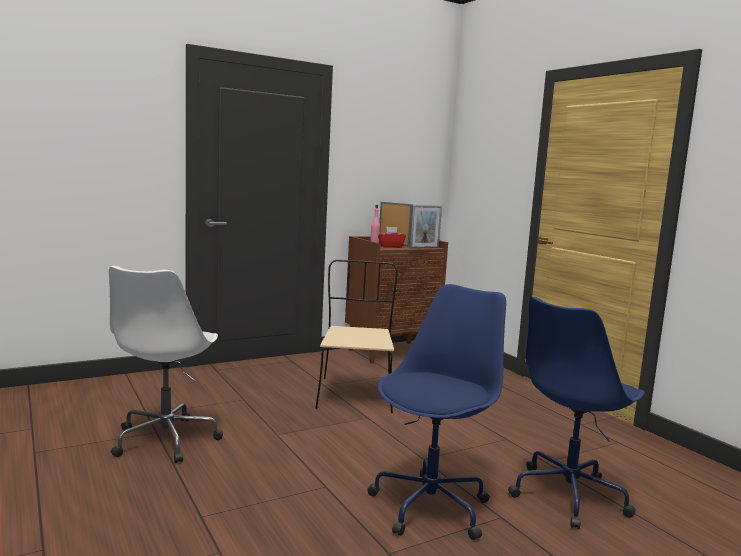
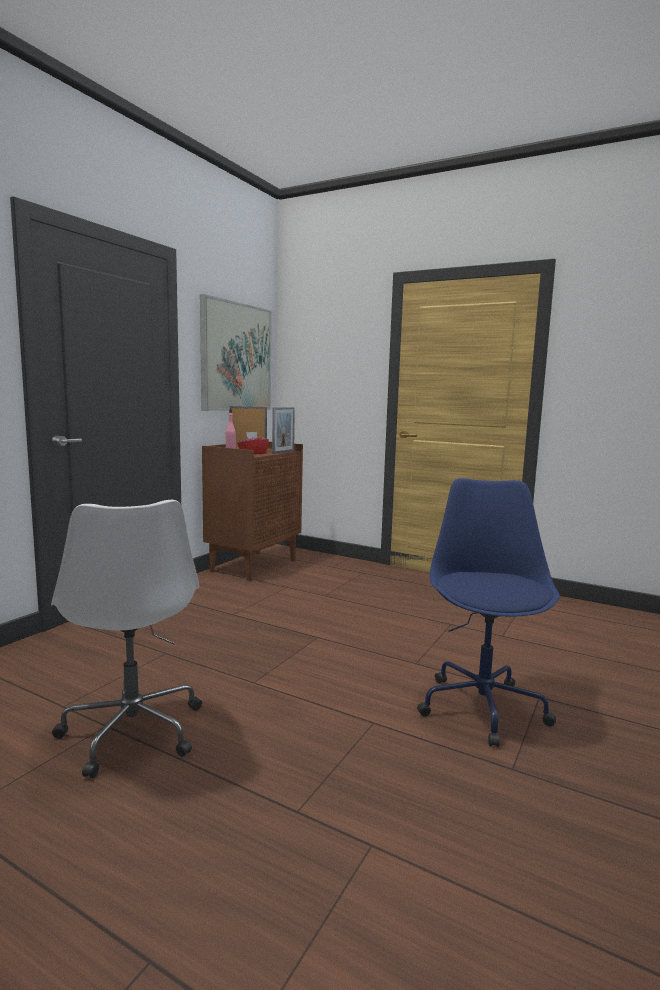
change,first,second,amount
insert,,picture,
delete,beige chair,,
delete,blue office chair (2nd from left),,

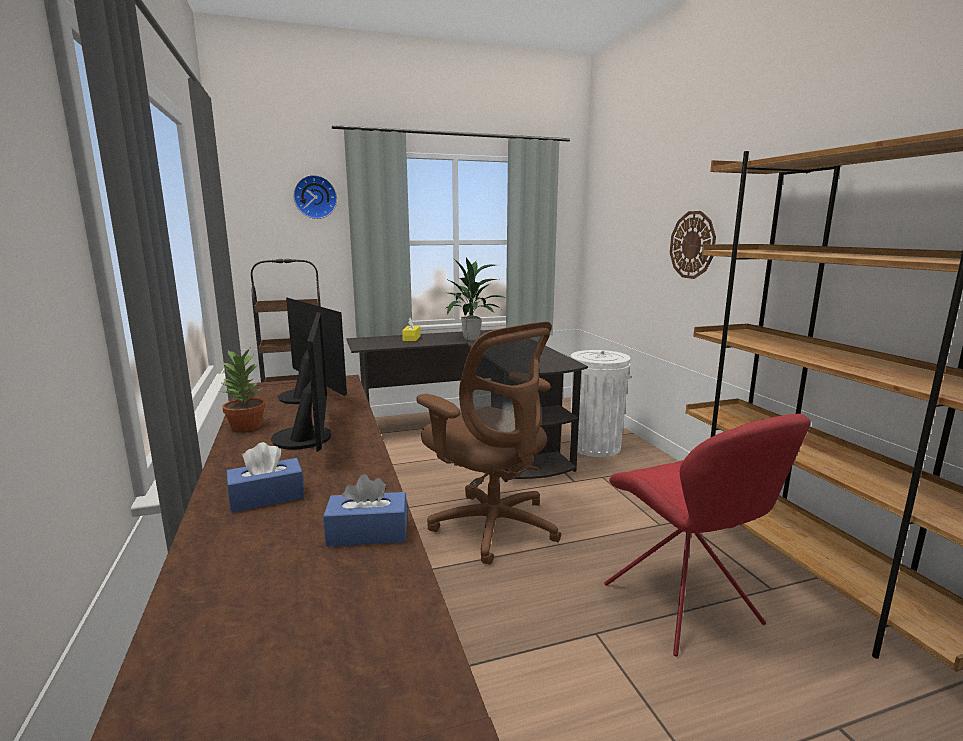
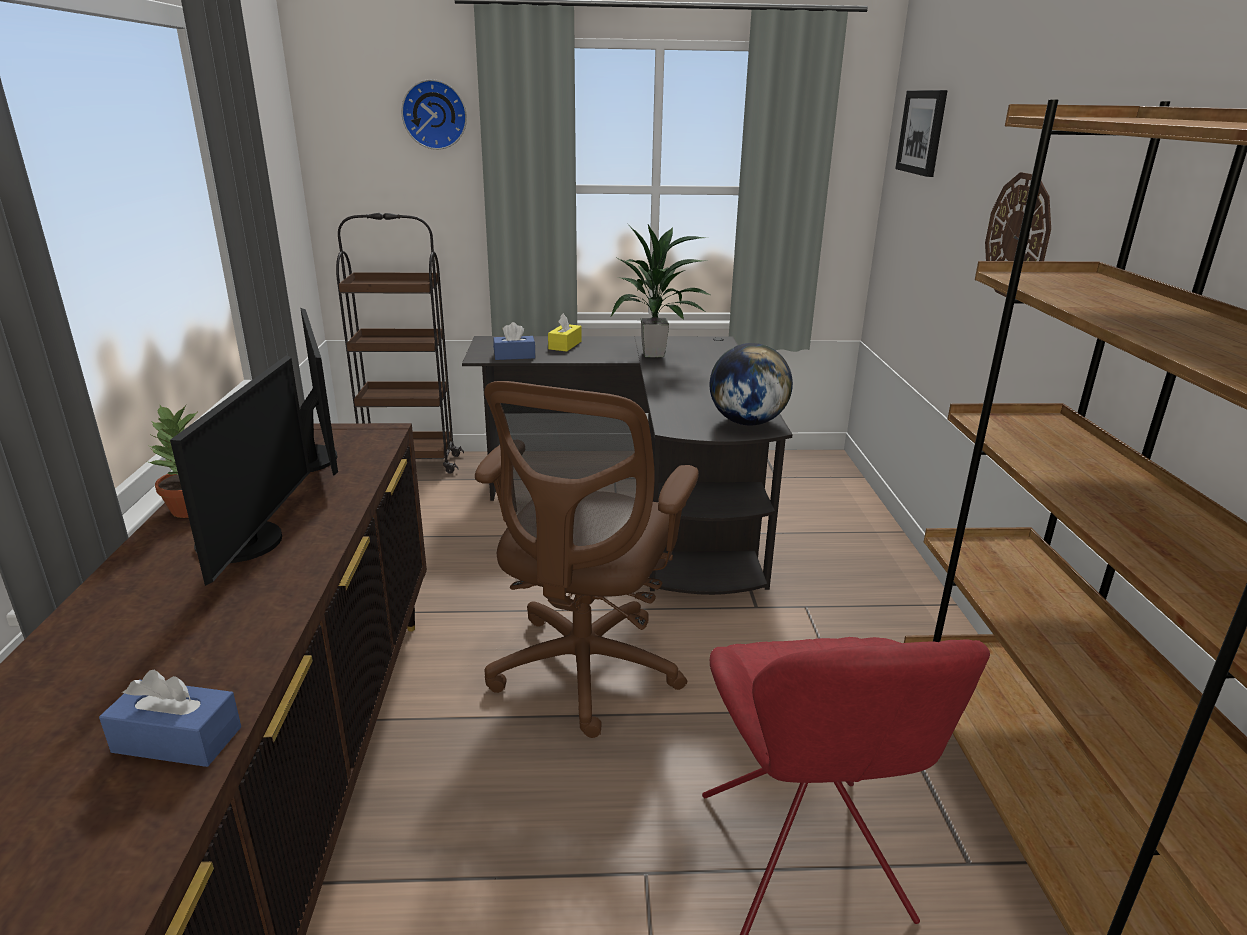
change,first,second,amount
rotate,brown office chair,,45 degrees clockwise
move,blue tissue box (1st from left in the first image),blue tissue box (2nd from left),
insert,,globe,
insert,,picture,
delete,white trash can,,

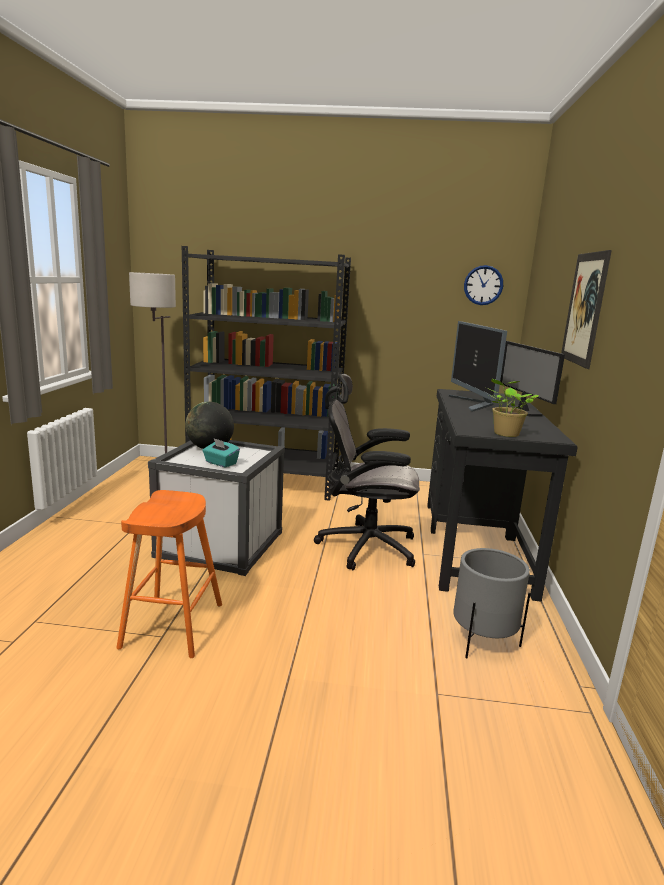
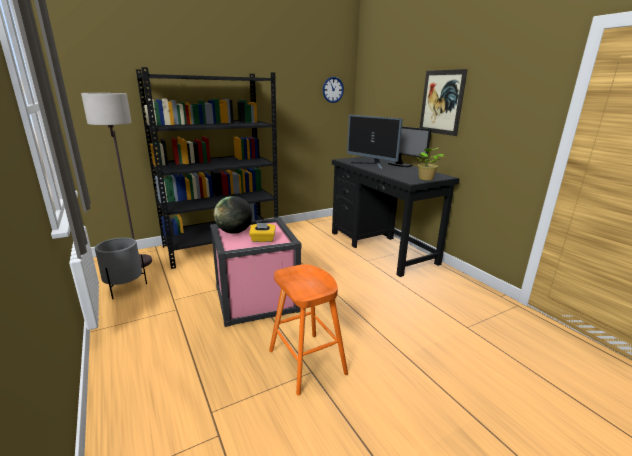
change,first,second,amount
move,grey planter,,
recolor,white storage box,pink storage box,
recolor,turquoise tissue box,yellow tissue box,
delete,office chair,,

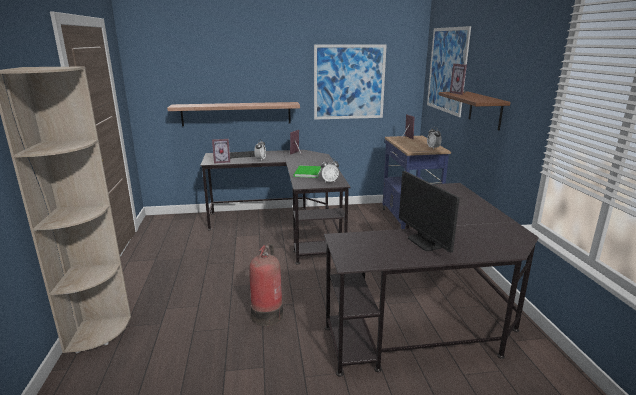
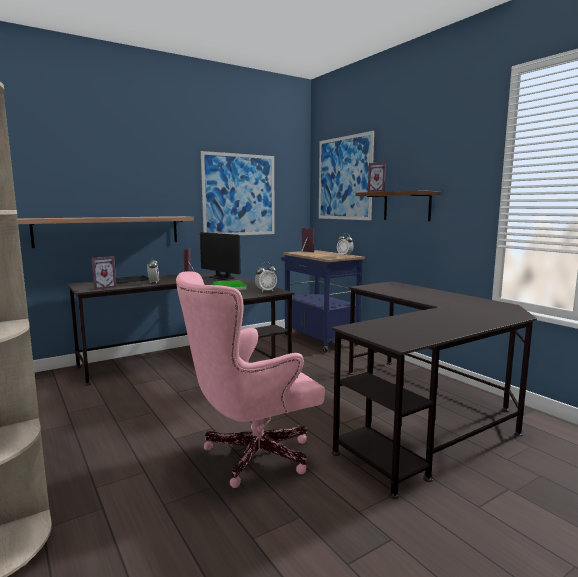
change,first,second,amount
replace,fire extinguisher,pink office chair,
move,monitor,,

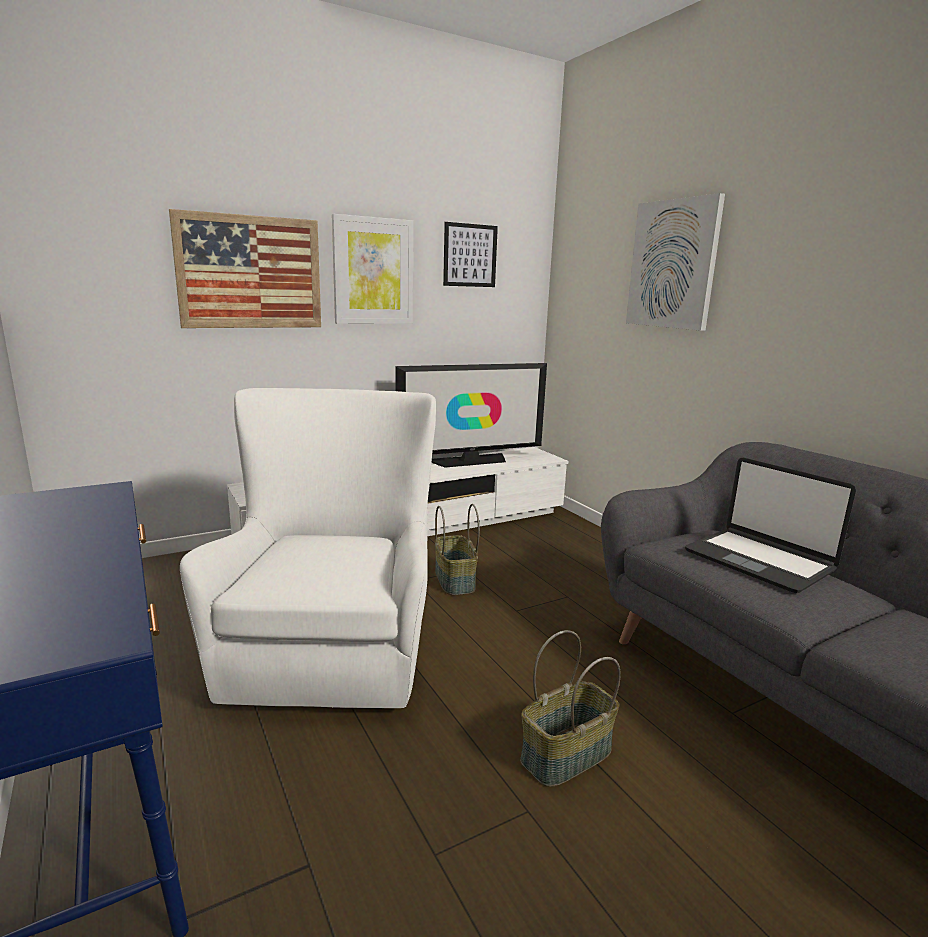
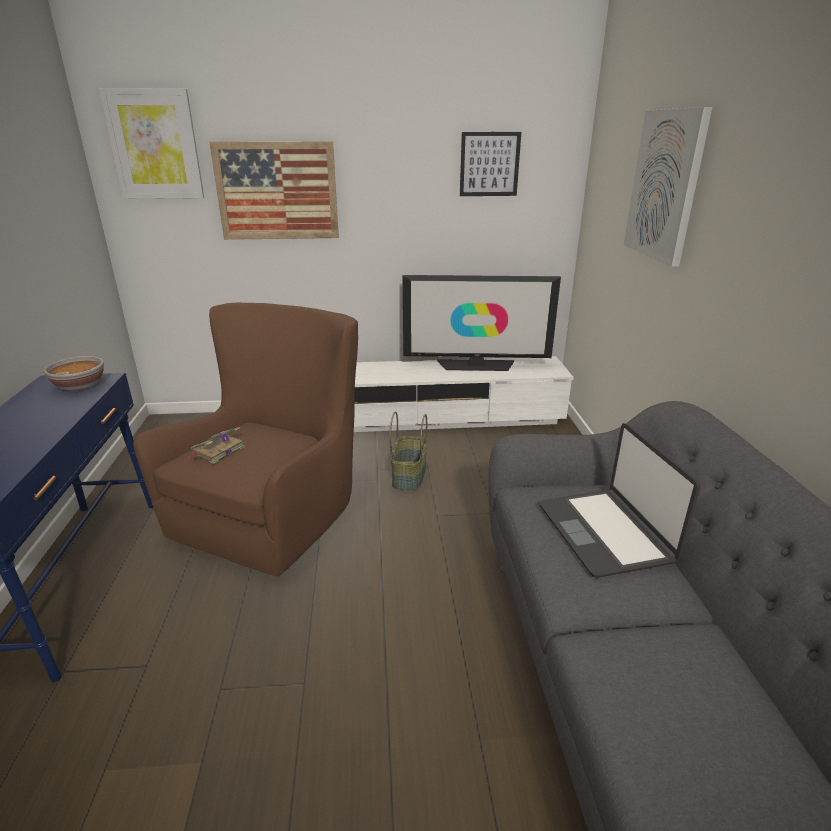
change,first,second,amount
insert,,bowl,
move,picture (2nd from left in the first image),picture (1st from left),
recolor,white armchair,brown armchair,
insert,,book,
delete,basket (2nd from left),,

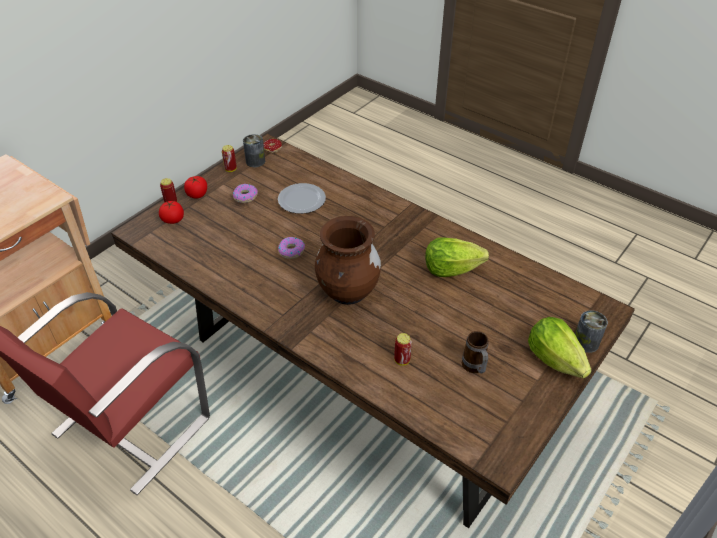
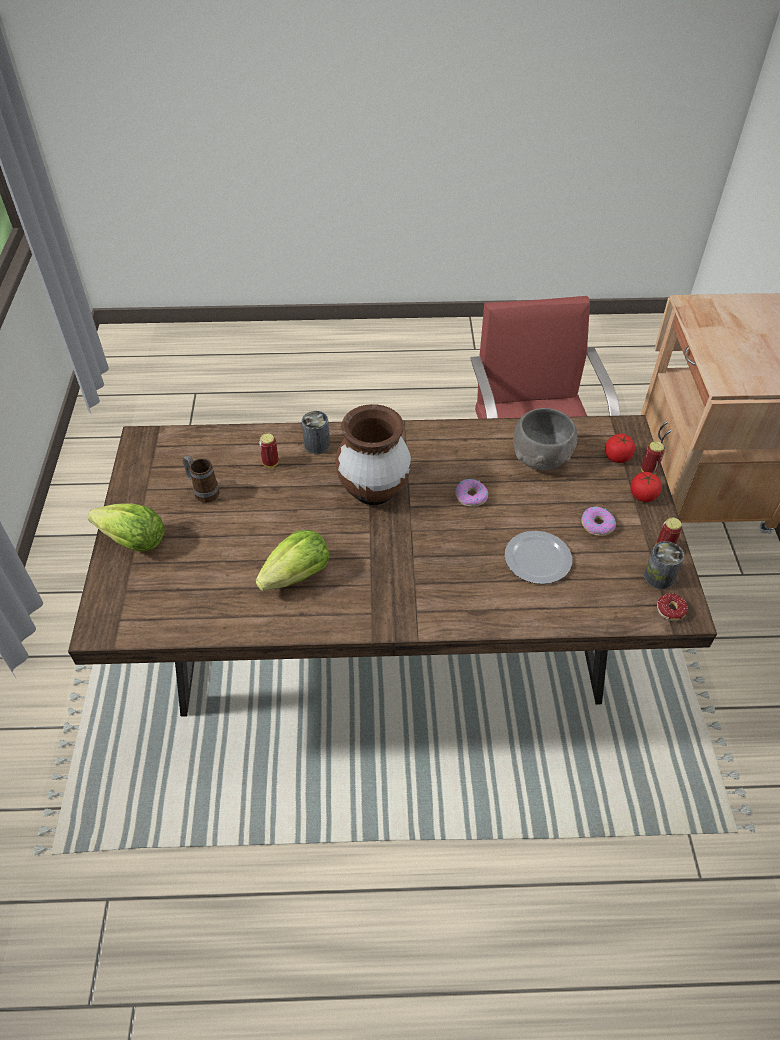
change,first,second,amount
move,can (5th from left in the first image),can (2nd from left),
insert,,grey bowl,

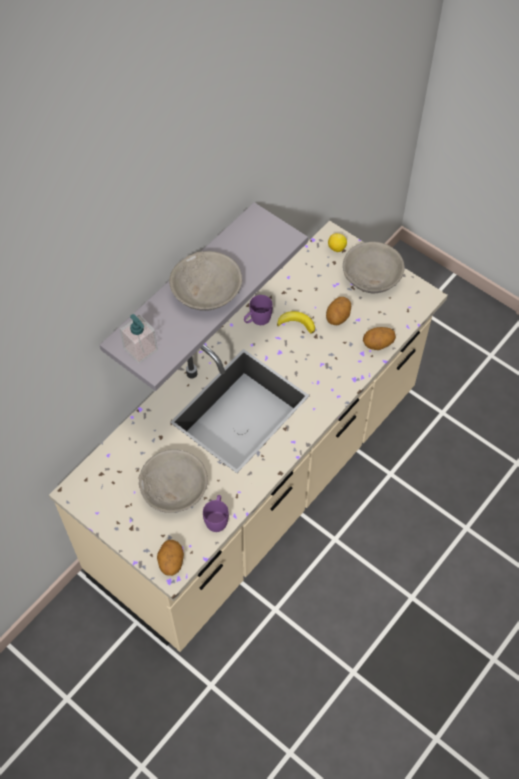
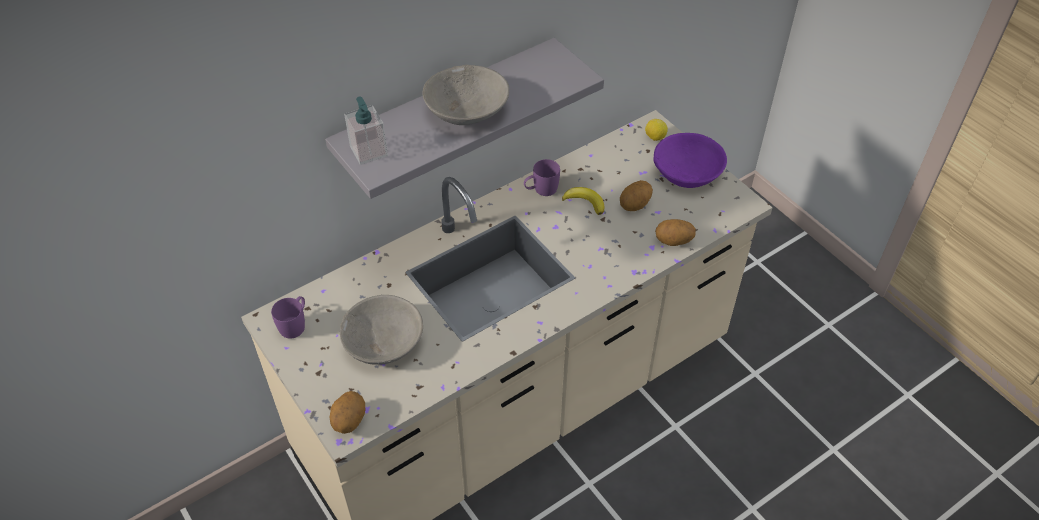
change,first,second,amount
move,purple mug (1st from left),,
recolor,grey bowl (3rd from left),purple bowl,

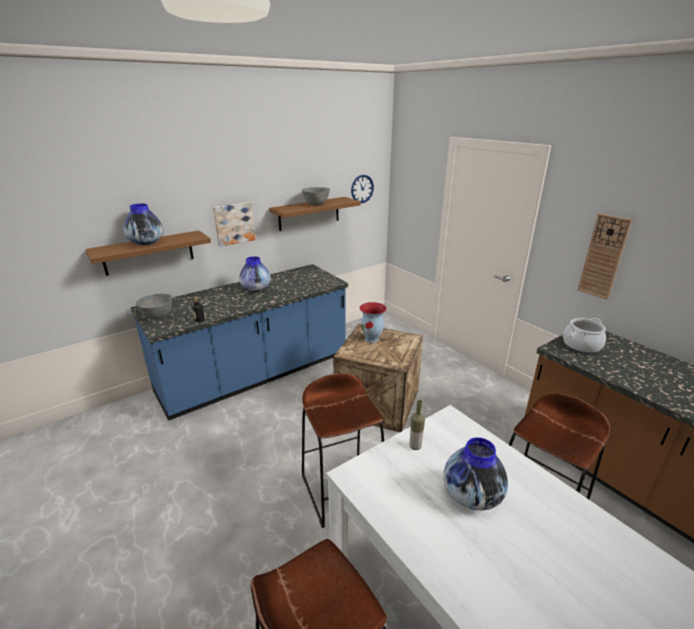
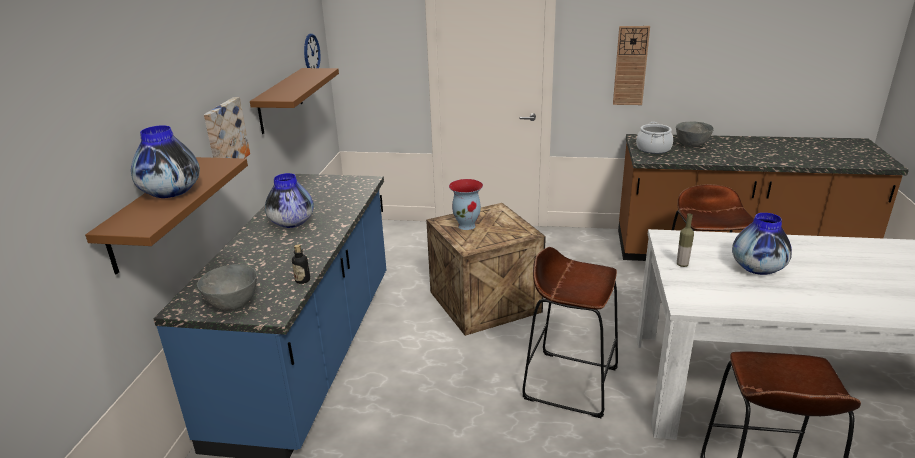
change,first,second,amount
move,grey bowl (2nd from left),,

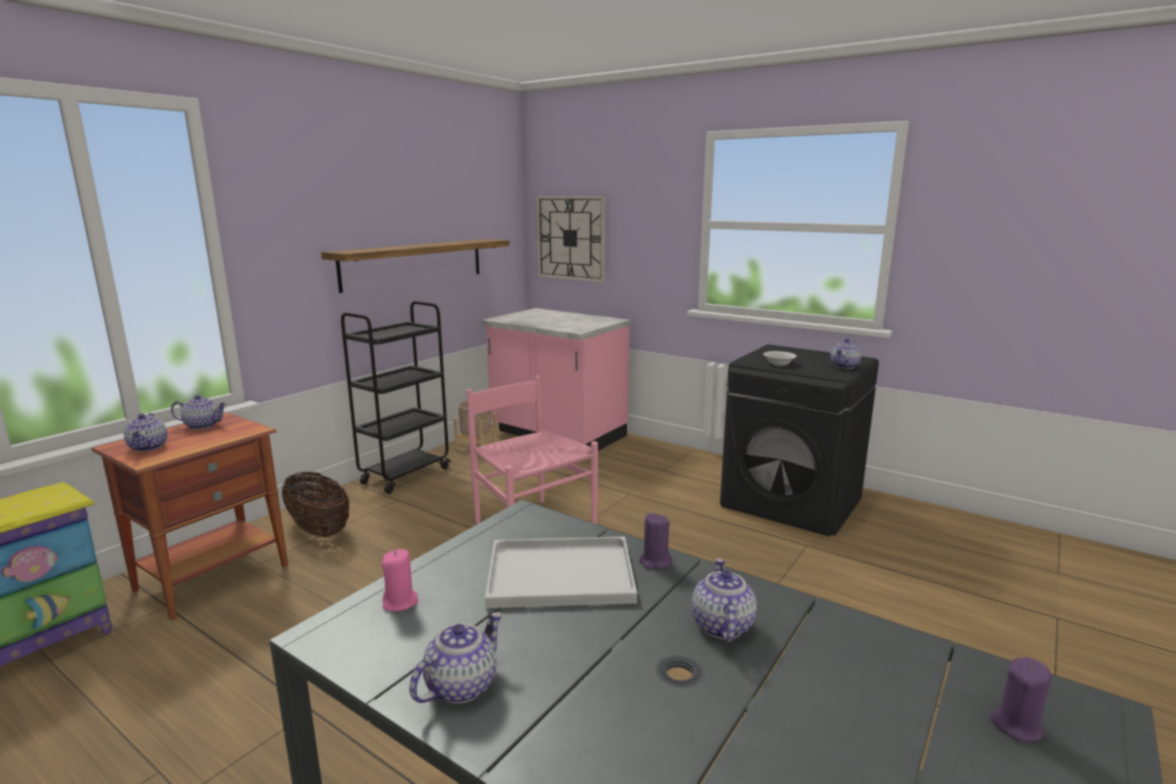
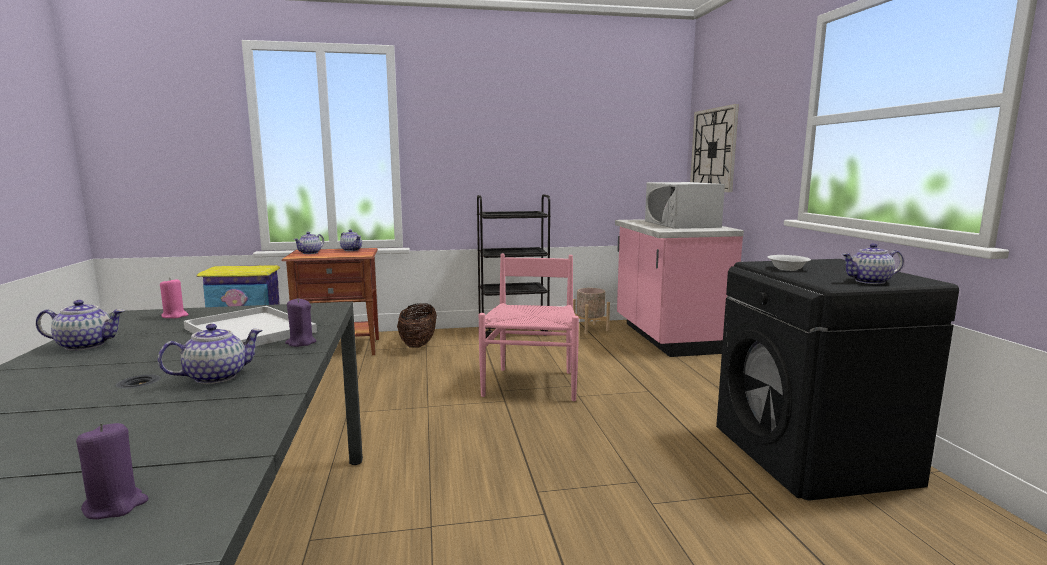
change,first,second,amount
insert,,white microwave,
delete,shelf,,

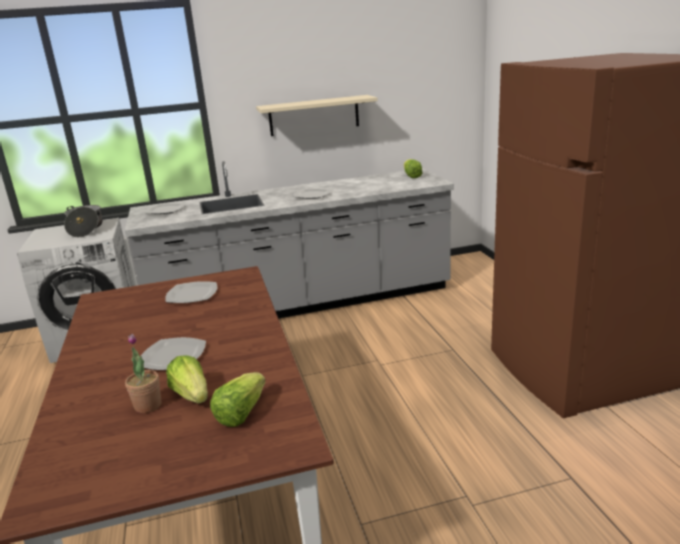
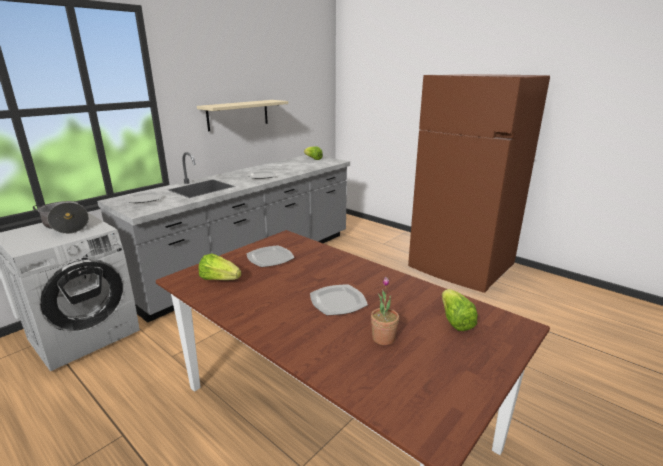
change,first,second,amount
move,lettuce (1st from left),,

